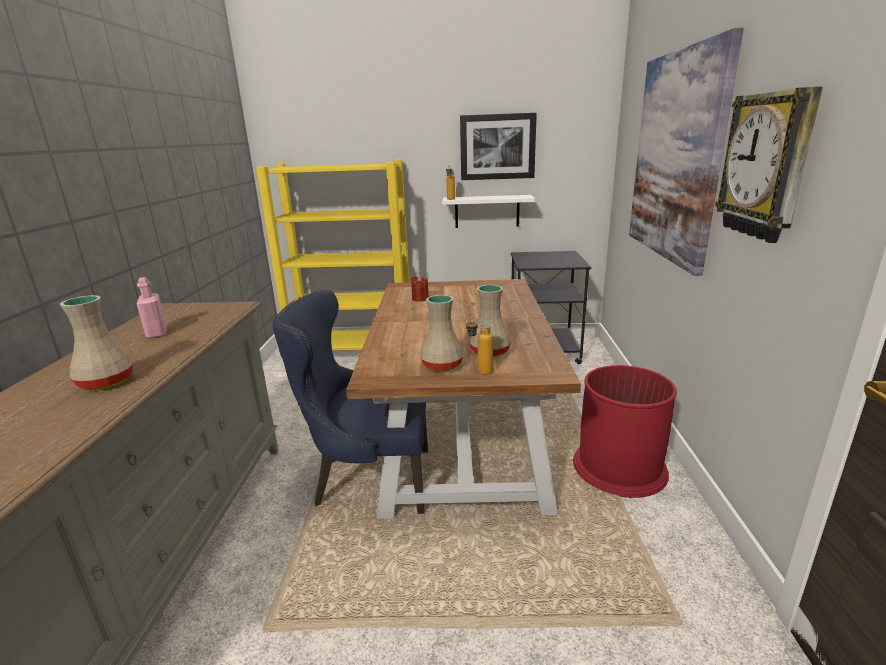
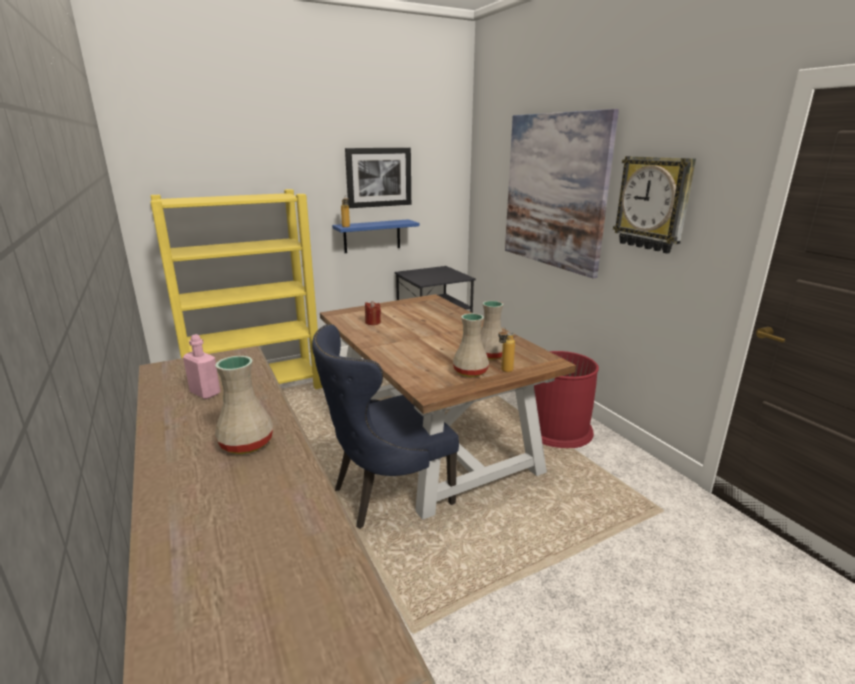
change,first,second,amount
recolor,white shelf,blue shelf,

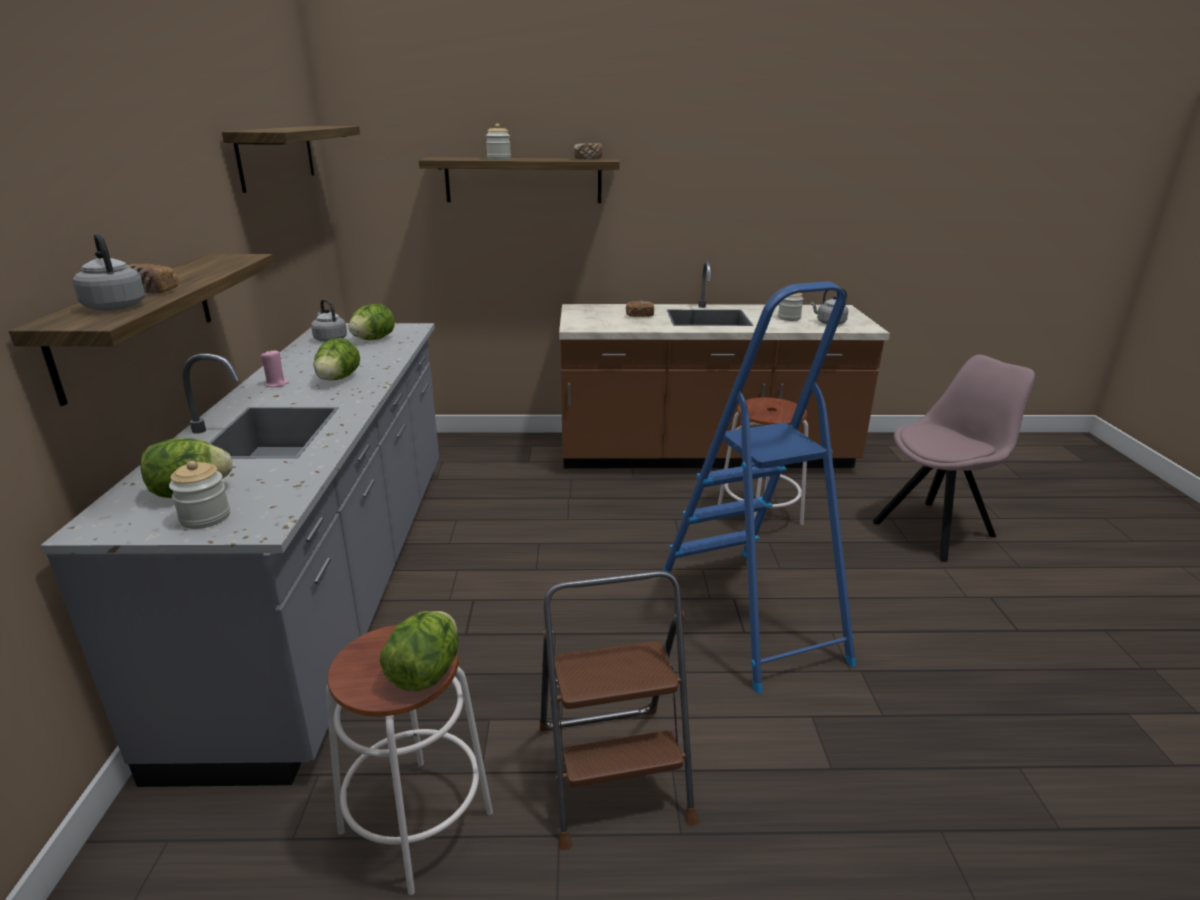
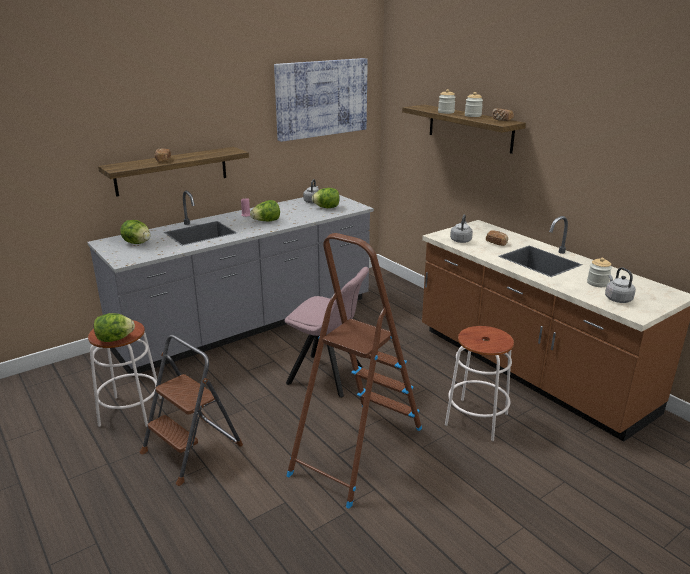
change,first,second,amount
replace,shelf (2nd from left),picture,
move,pink chair,,
recolor,blue step ladder,brown step ladder (2nd from left),
move,grey kettle (1st from left in the first image),grey kettle (2nd from left),
move,jar (1st from left in the first image),jar (2nd from left),

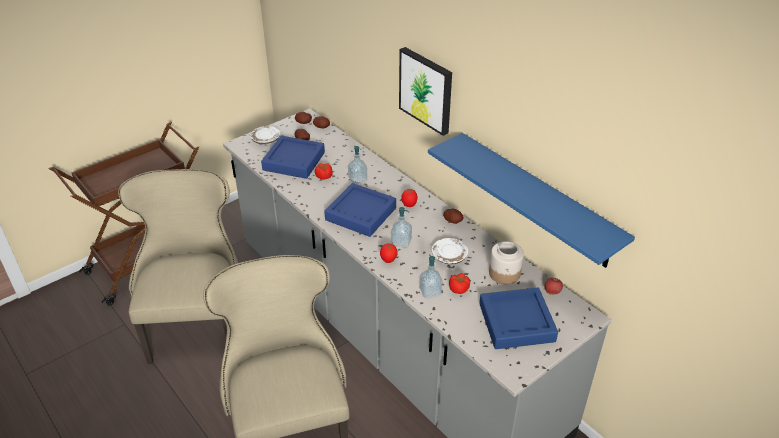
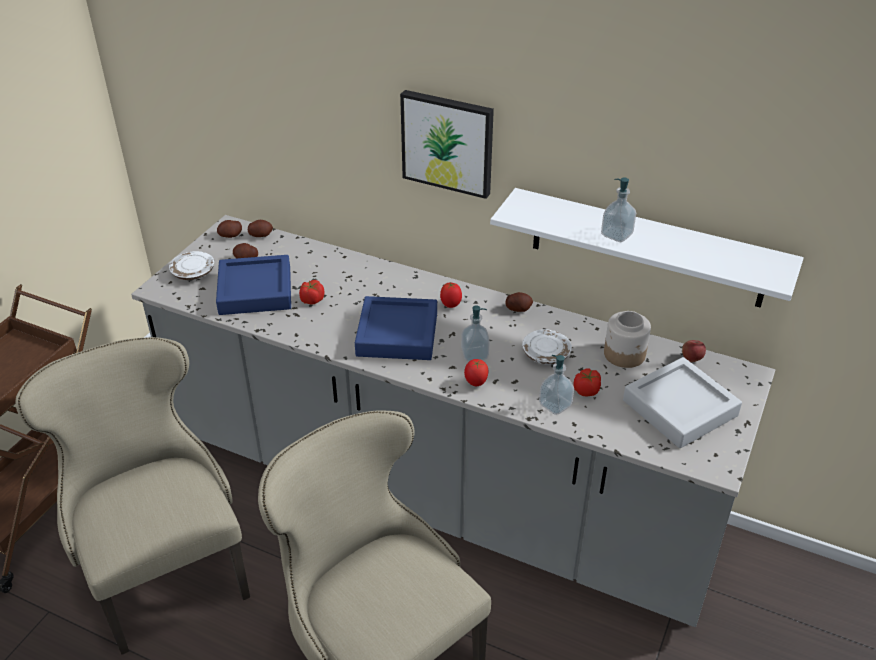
change,first,second,amount
recolor,blue shelf,white shelf,
move,soap dispenser (1st from left in the first image),soap dispenser (3rd from left),
recolor,blue tray (3rd from left),grey tray,

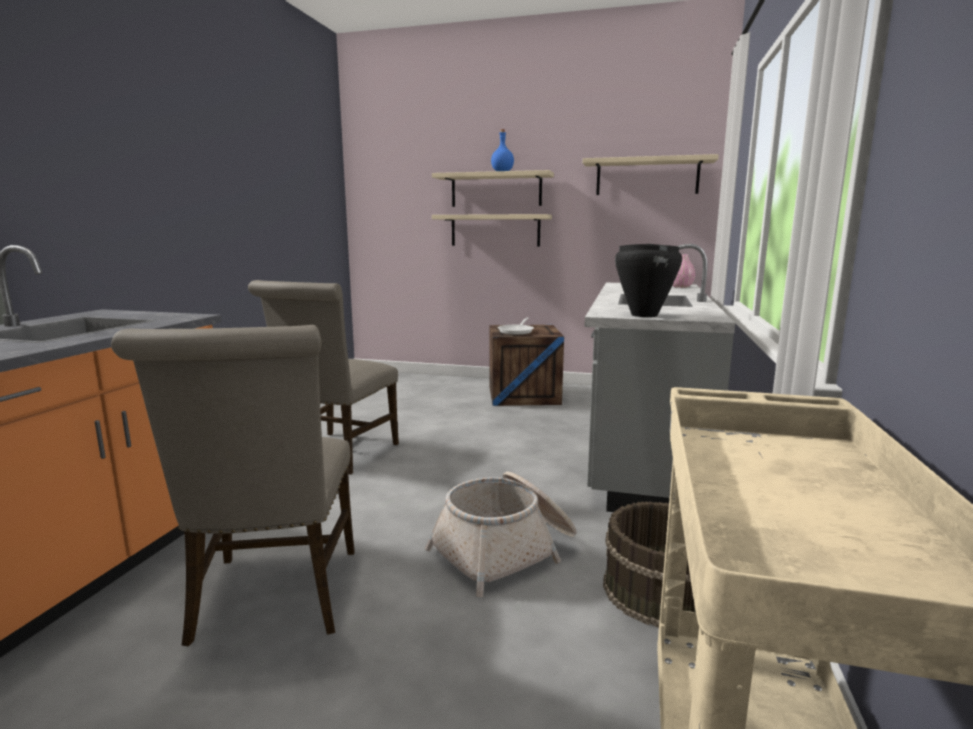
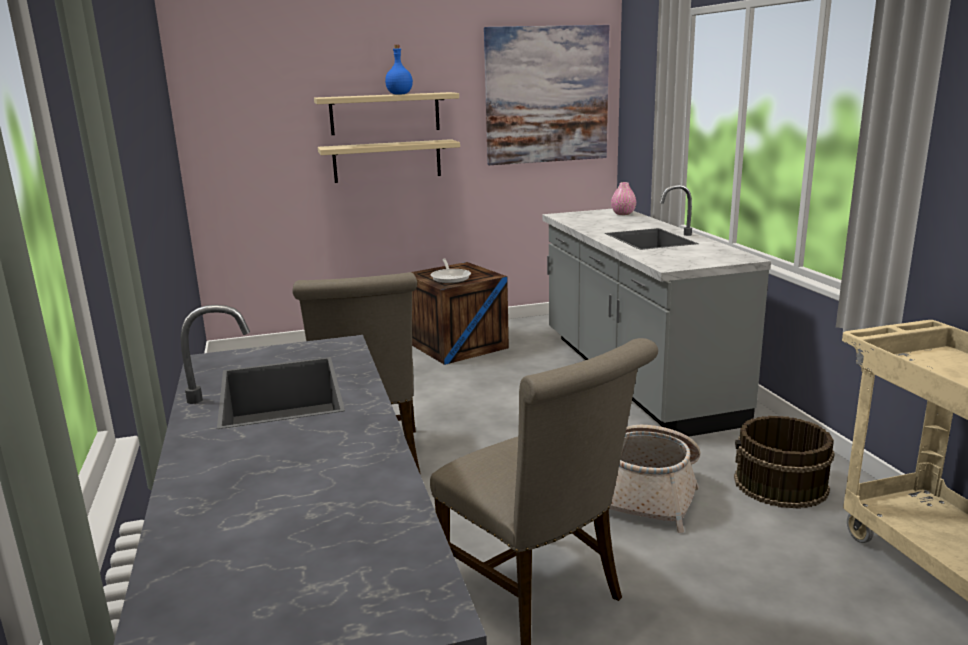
change,first,second,amount
replace,beige shelf (3rd from left),picture,
delete,black cooking pot,,

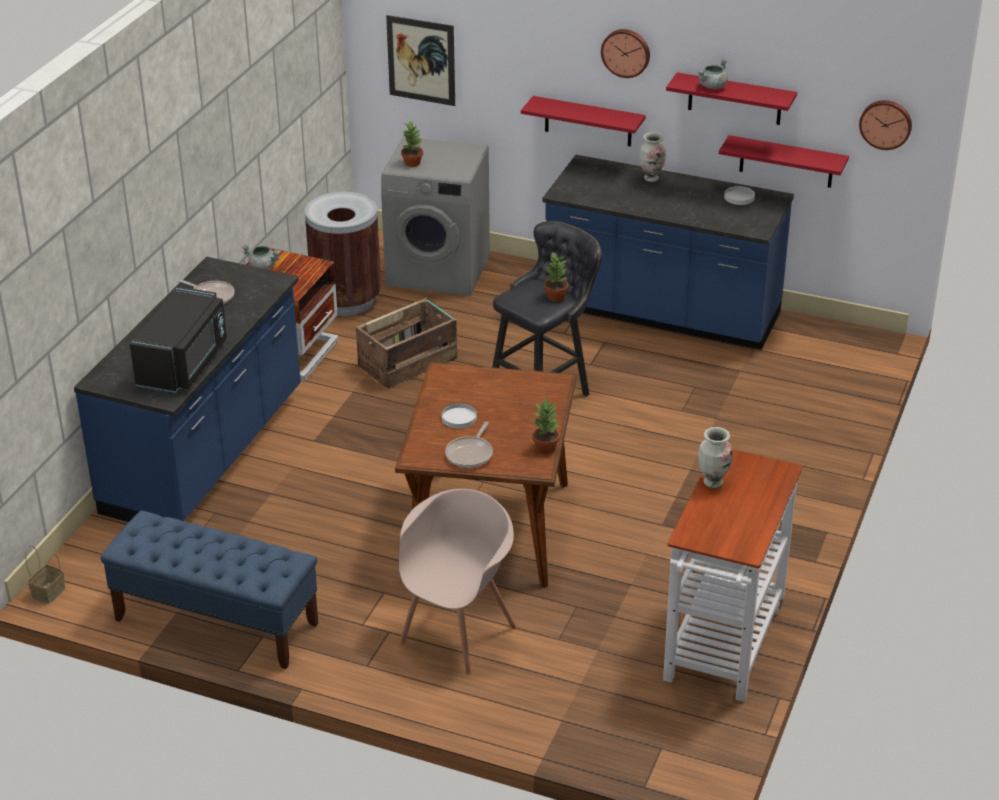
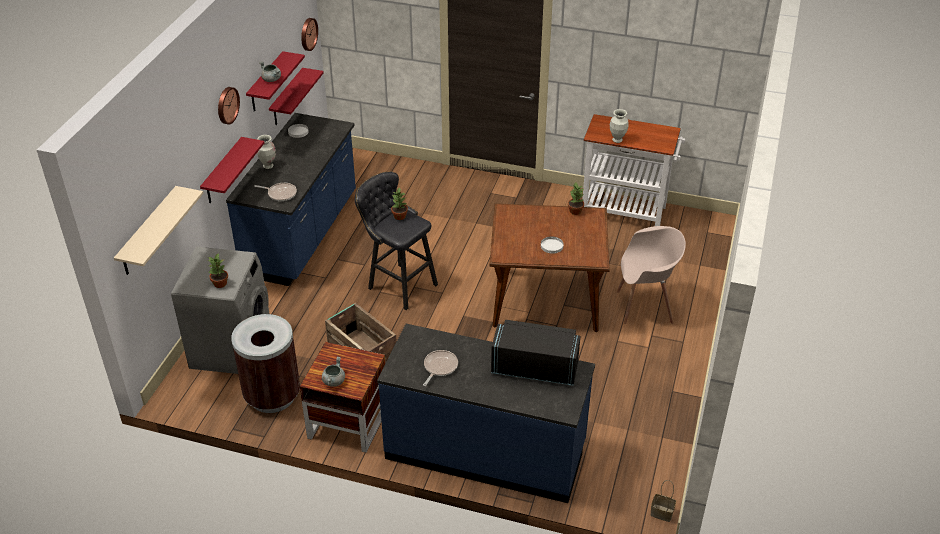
change,first,second,amount
replace,picture,beige shelf,
move,frying pan (2nd from left in the first image),frying pan (1st from left),
rotate,beige chair,,150 degrees clockwise
delete,blue bench,,

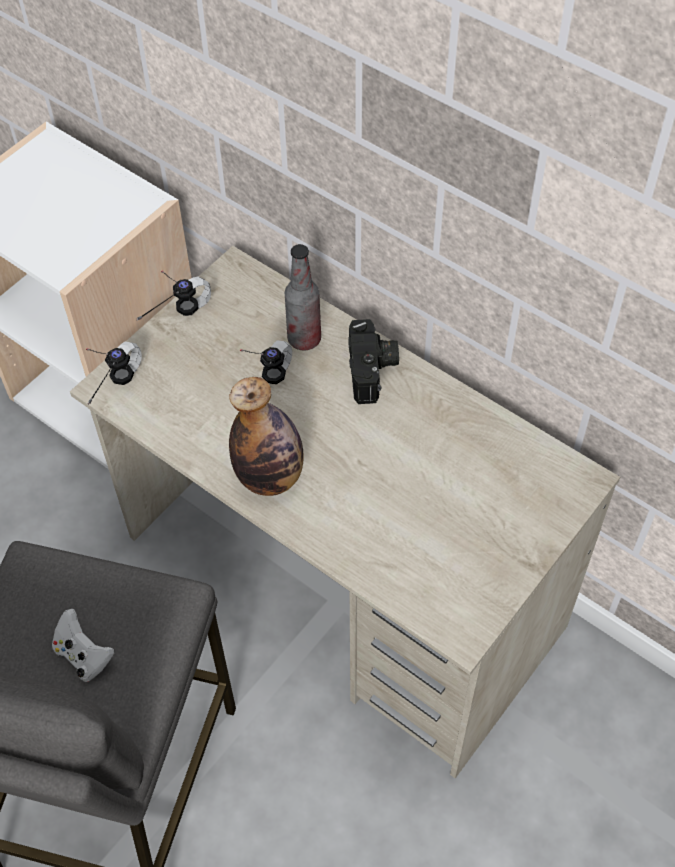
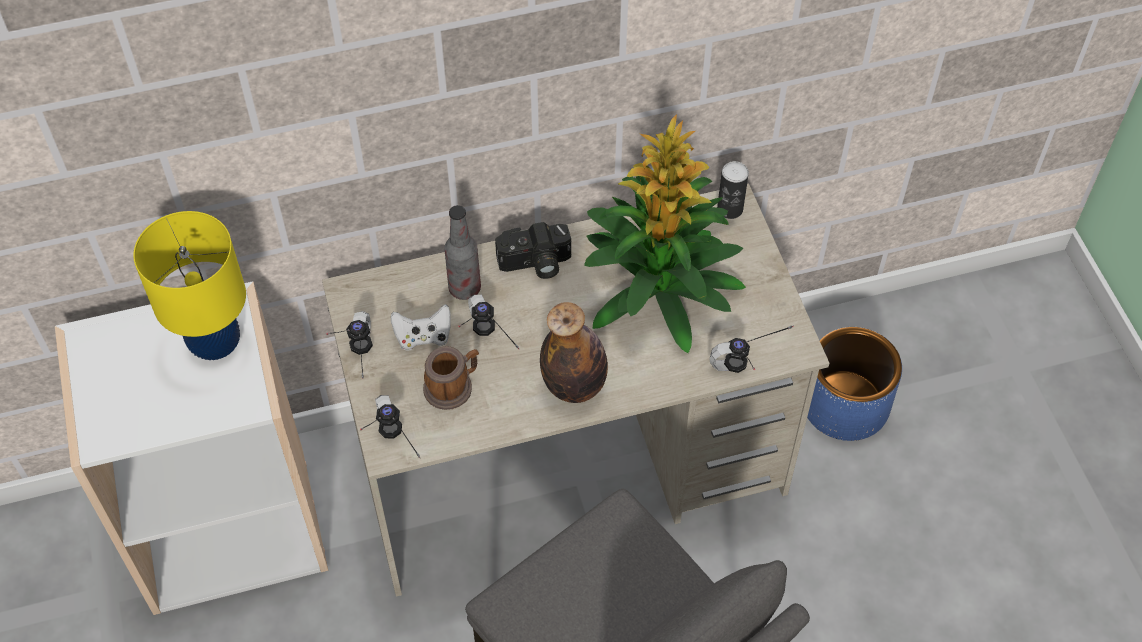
change,first,second,amount
insert,,yellow table lamp,
move,white game controller,,
insert,,mug,
rotate,photo camera,,135 degrees clockwise
insert,,potted plant,
insert,,headphones (4th from left),
insert,,can,
insert,,blue planter,

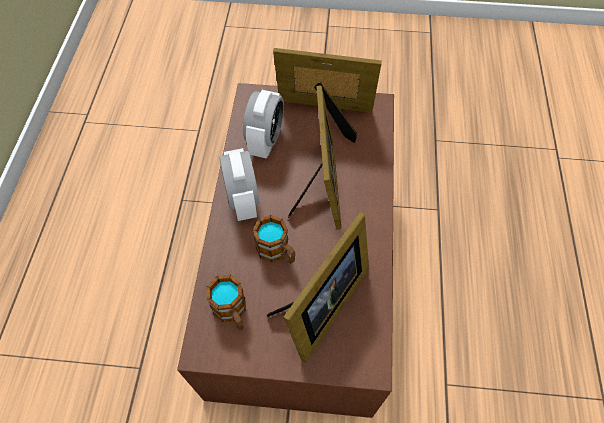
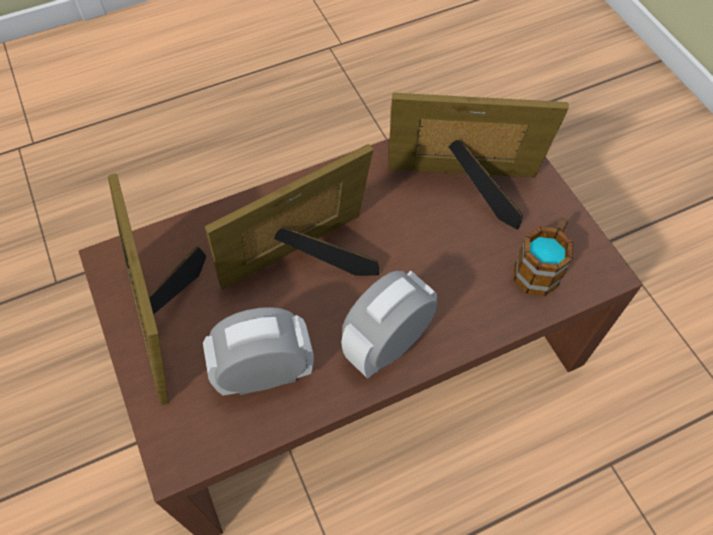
change,first,second,amount
delete,mug (2nd from left),,

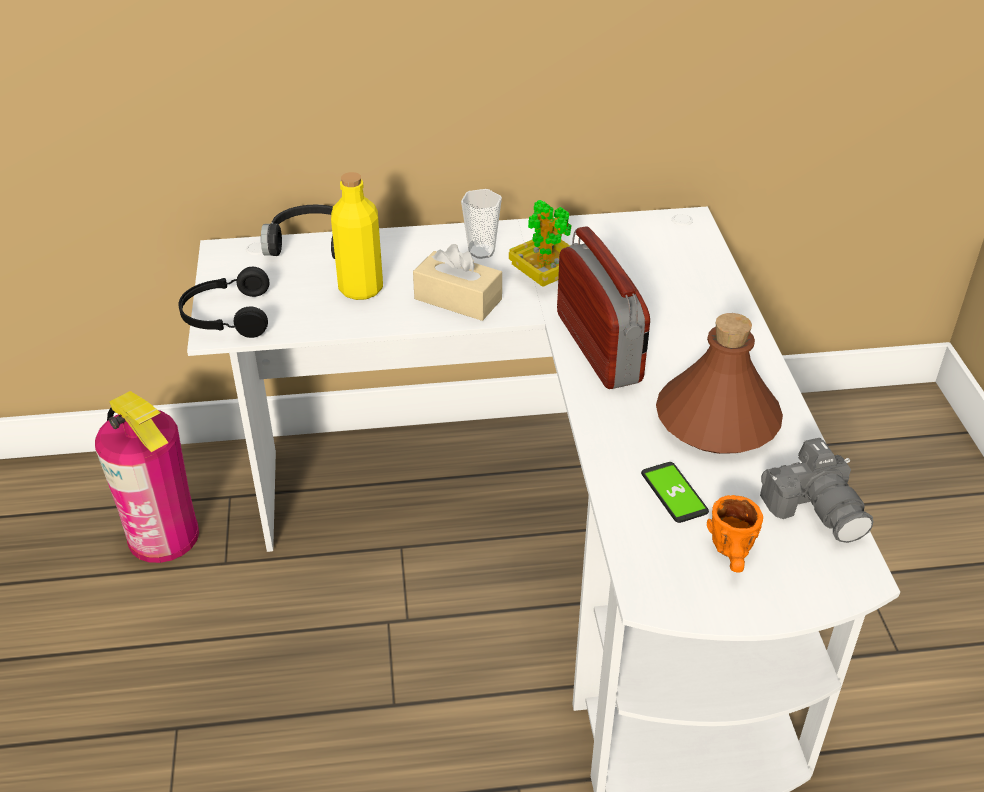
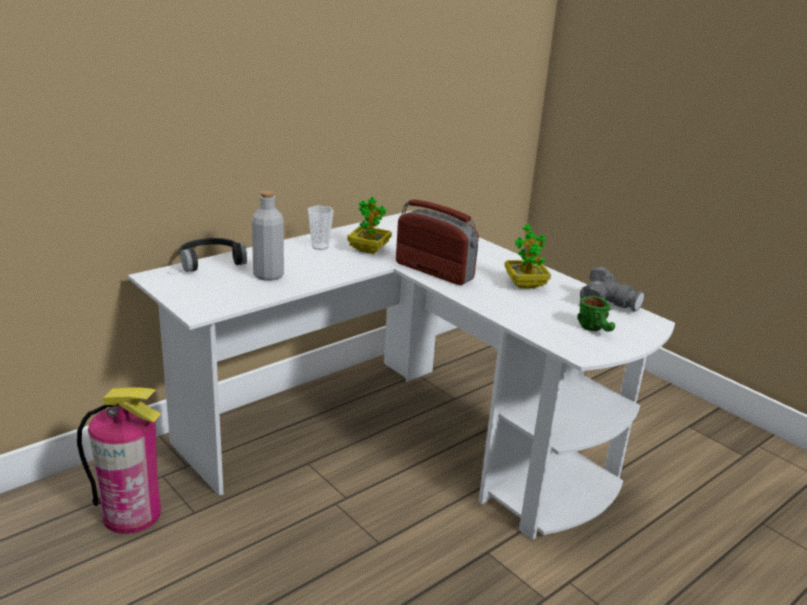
change,first,second,amount
recolor,yellow bottle,grey bottle,
replace,brown bottle,potted plant (2nd from left),
recolor,orange mug,green mug,
delete,black headphones (1st from left),,
delete,beige tissue box,,
delete,phone,,

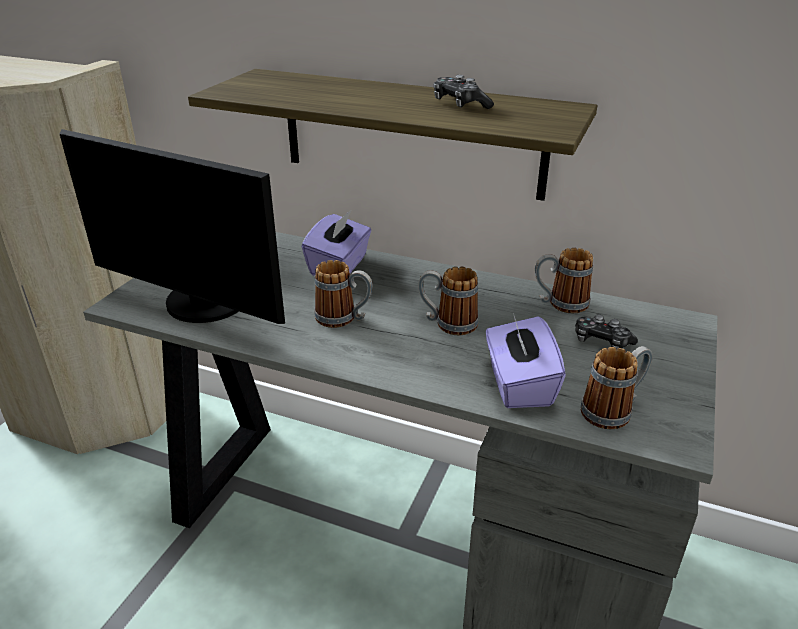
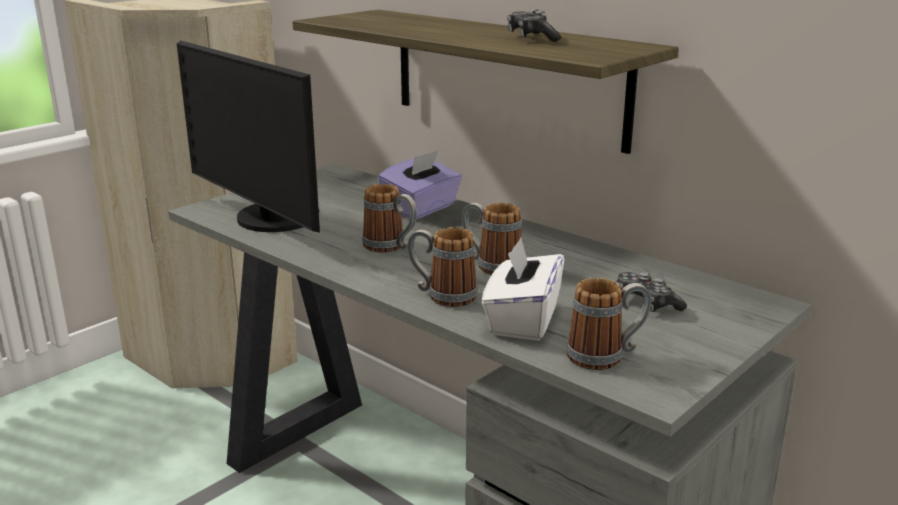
change,first,second,amount
move,mug (3rd from left in the first image),mug (2nd from left),
recolor,purple tissue box (2nd from left),white tissue box,

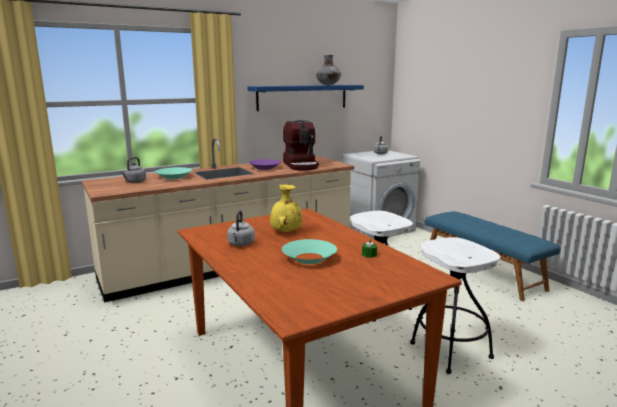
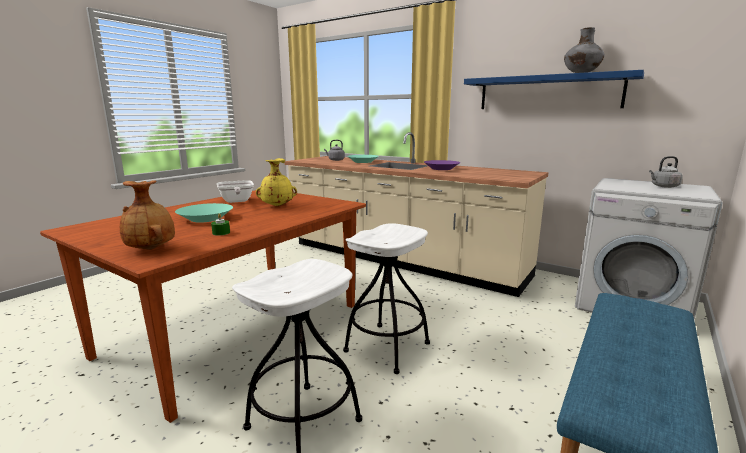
change,first,second,amount
insert,,brown vase,
replace,grey kettle (2nd from left),frying pan,
delete,coffee machine,,

